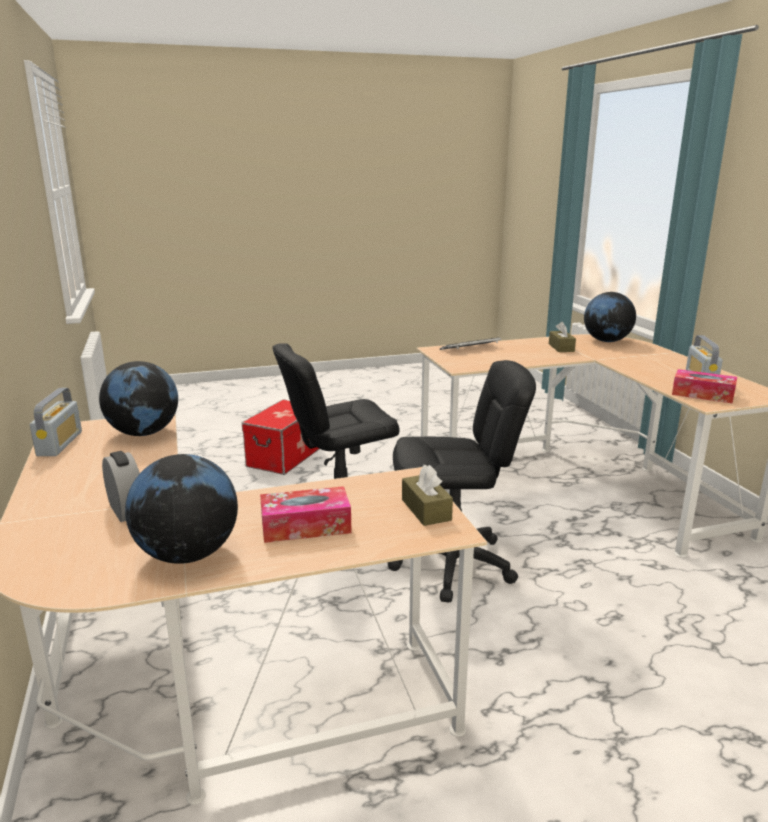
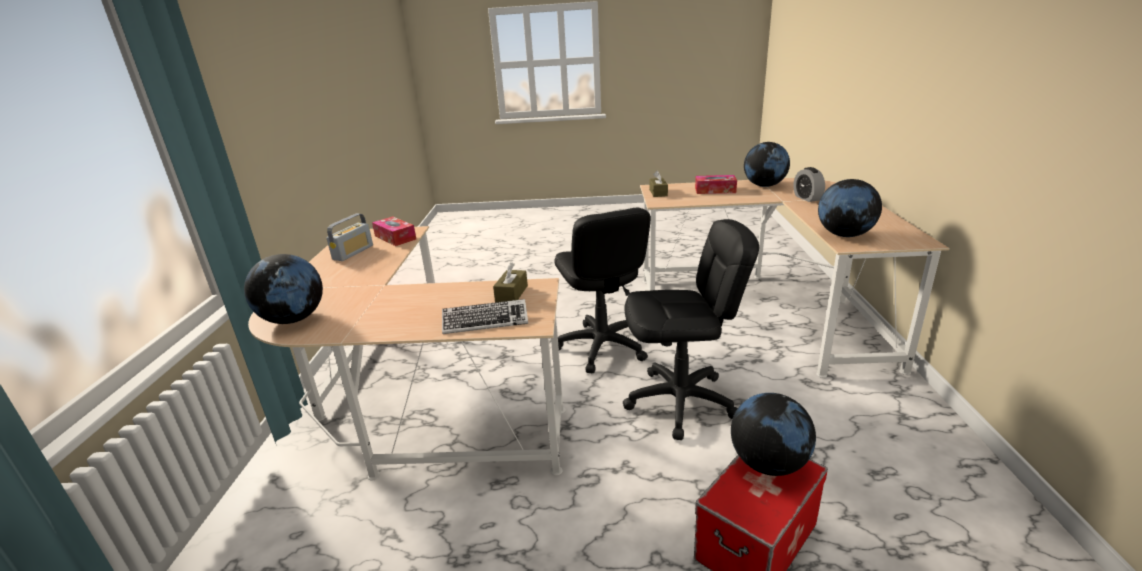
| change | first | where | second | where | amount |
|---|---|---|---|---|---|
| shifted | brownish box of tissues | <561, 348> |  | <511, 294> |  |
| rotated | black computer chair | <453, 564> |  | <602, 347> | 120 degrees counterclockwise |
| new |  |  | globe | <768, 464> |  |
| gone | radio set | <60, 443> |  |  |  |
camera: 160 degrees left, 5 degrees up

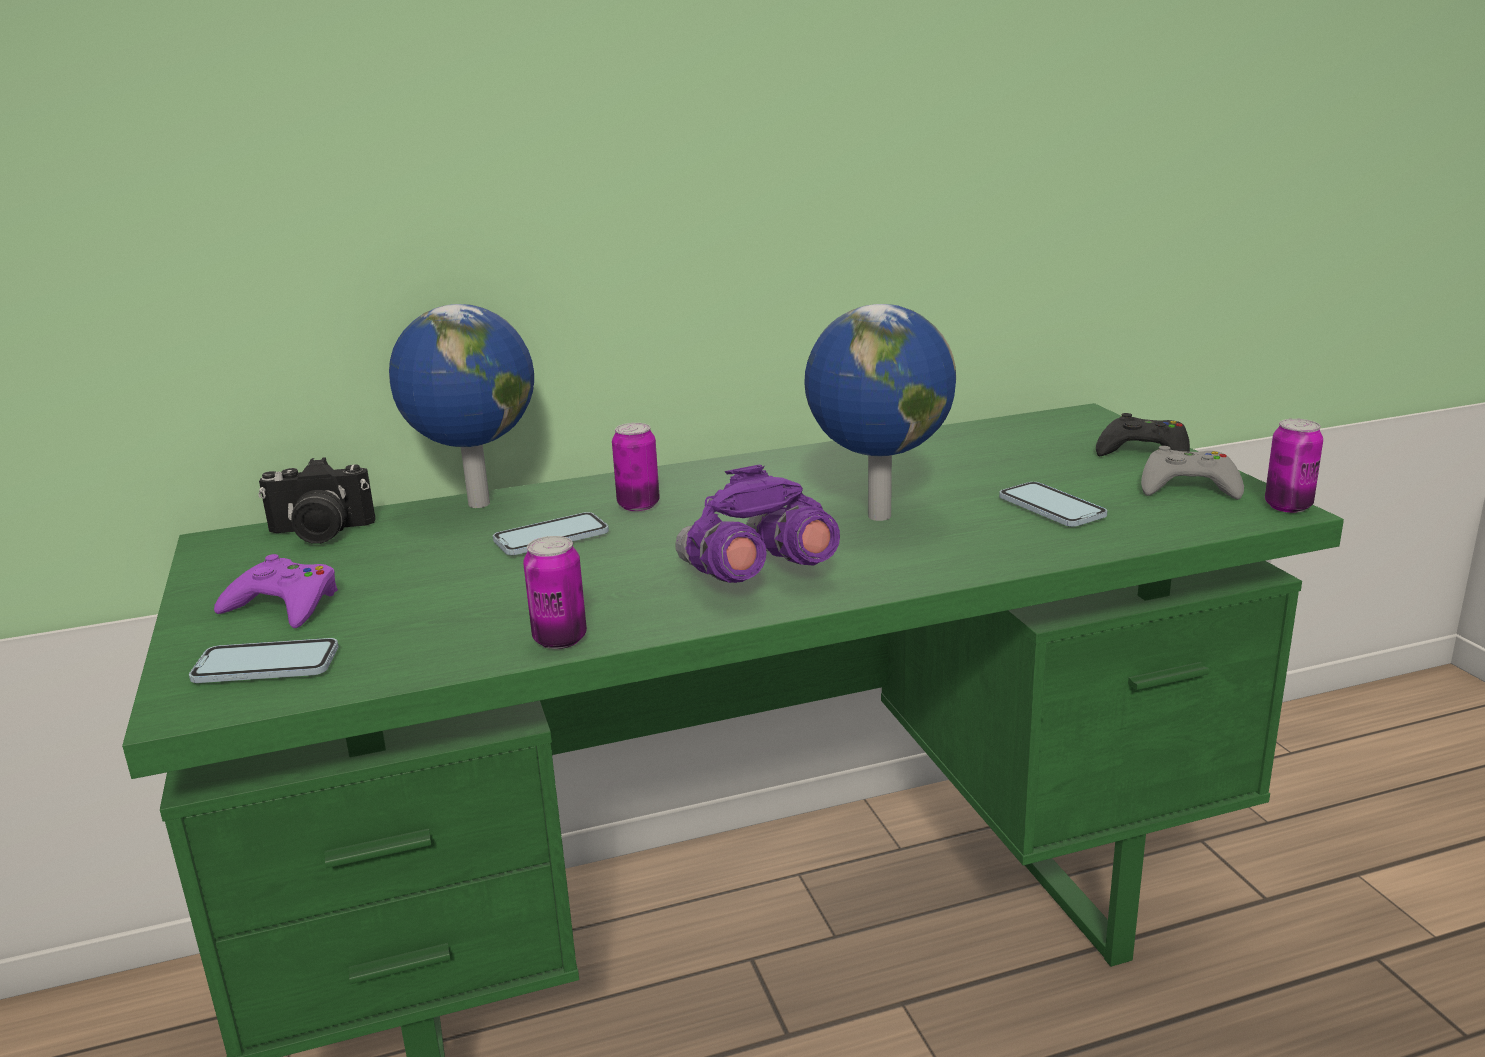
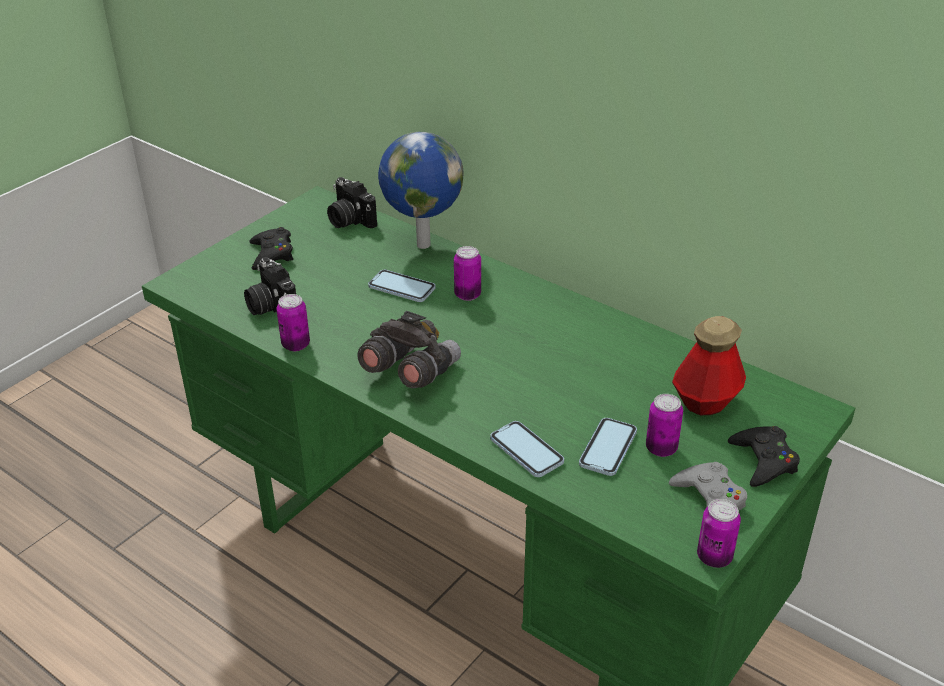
| change | first | where | second | where | amount |
|---|---|---|---|---|---|
| new |  |  | still camera | <270, 306> |  |
| repainted | purple joypad | <284, 605> | black joypad | <271, 254> |  |
| repainted | purple field glasses | <754, 576> | grey field glasses | <410, 372> |  |
| shifted | handset | <266, 665> |  | <526, 451> |  |
| new |  |  | sealed can | <661, 448> |  |
| new |  |  | beverage bottle | <705, 401> |  |
| gone | globe | <876, 516> |  |  |  |
camera: 55 degrees right, 15 degrees up

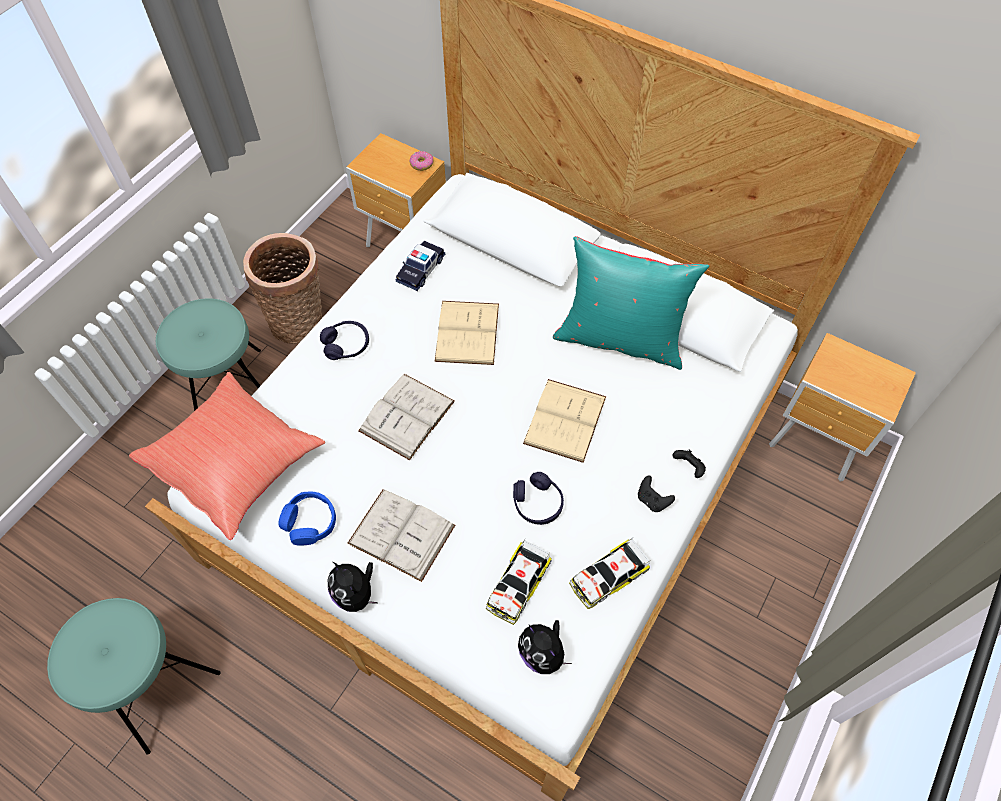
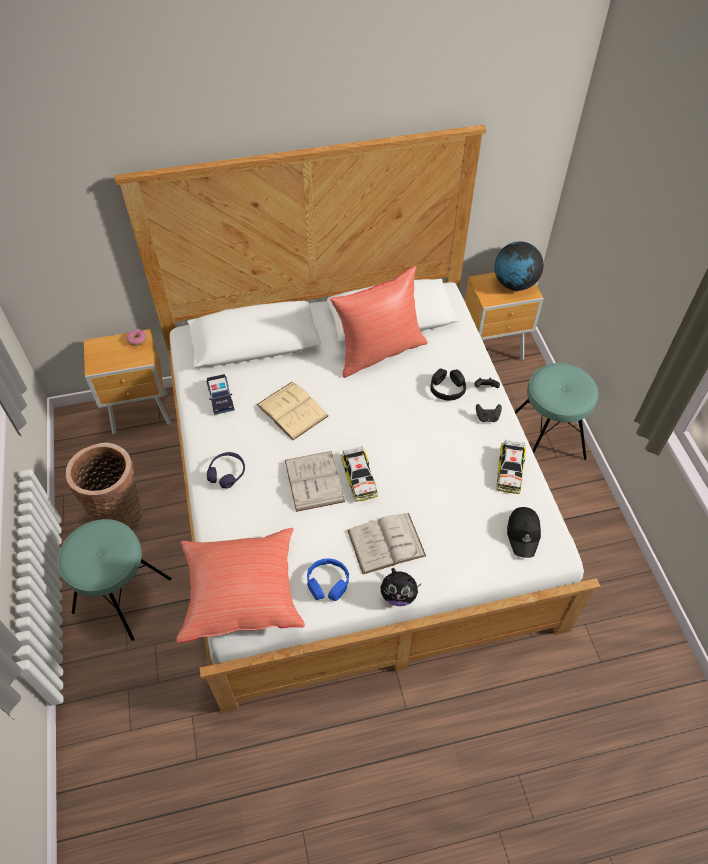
| change | first | where | second | where | amount |
|---|---|---|---|---|---|
| repainted | turquoise-coloured cushion | <620, 339> | red-coloured cushion | <379, 351> |  |
| shifted | toy car | <518, 585> |  | <359, 477> |  |
| new |  |  | black headset | <447, 389> |  |
| new |  |  | globe | <514, 284> |  |
| swapped | plush toy | <542, 654> | black baseball cap | <523, 533> |  |
| shifted | turquoise-coloured stool | <152, 683> |  | <546, 438> |  |
| gone | purple headset | <537, 503> |  |  |  |
| gone | beige bound book | <565, 420> |  |  |  |
camera: 45 degrees left, 5 degrees down

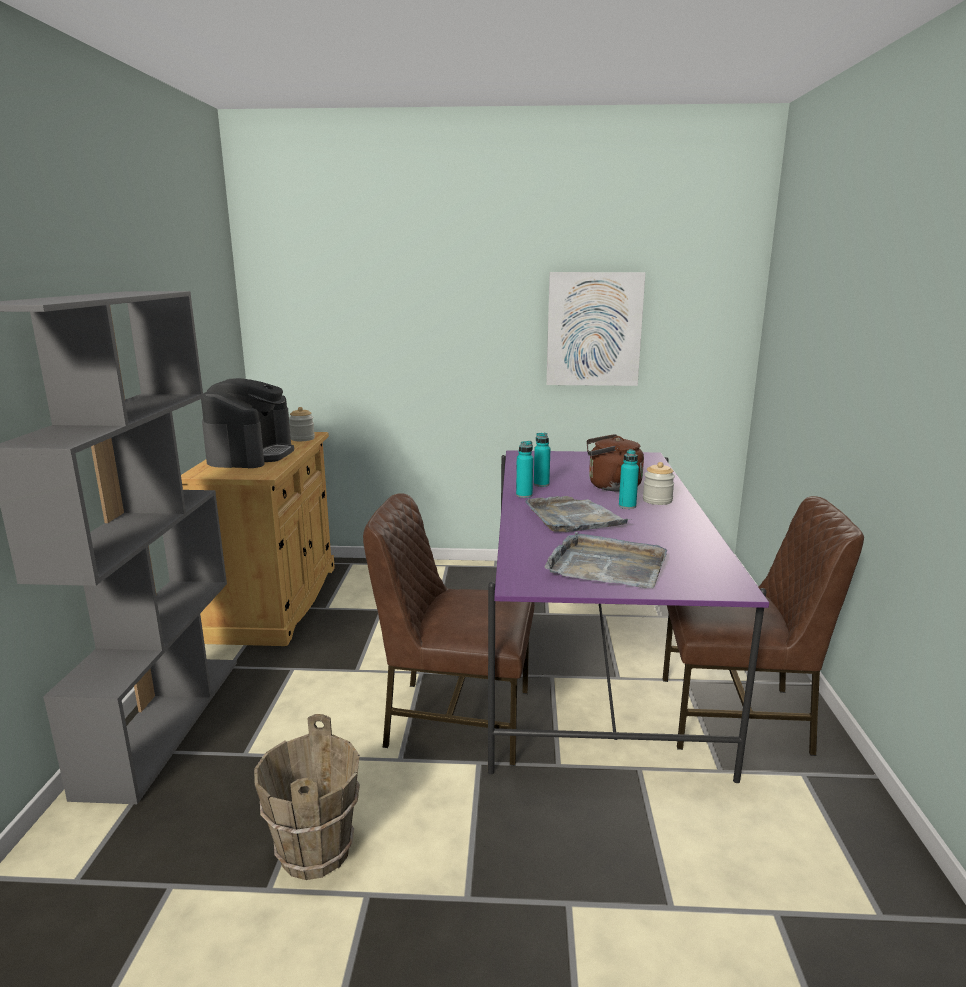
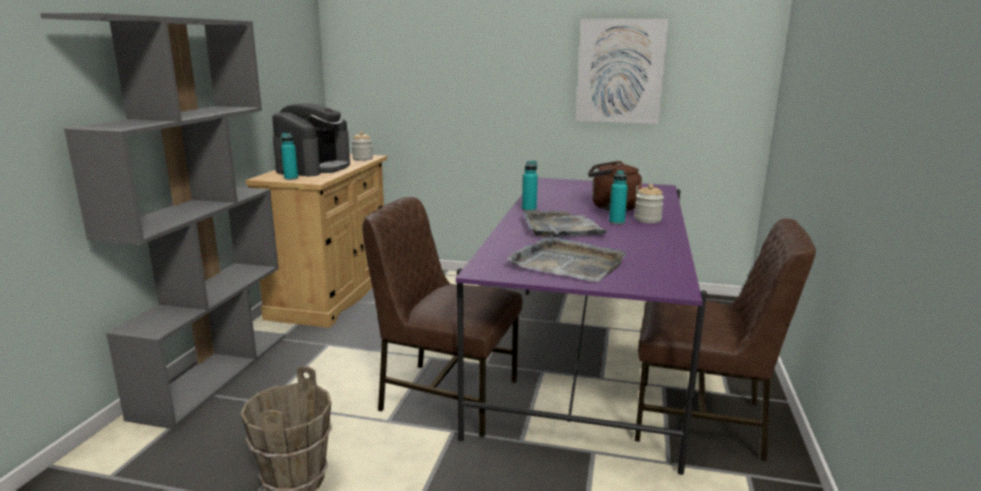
| change | first | where | second | where | amount |
|---|---|---|---|---|---|
| shifted | turquoise-coloured beverage bottle | <541, 484> |  | <291, 178> |  |
camera: 10 degrees right, 0 degrees up

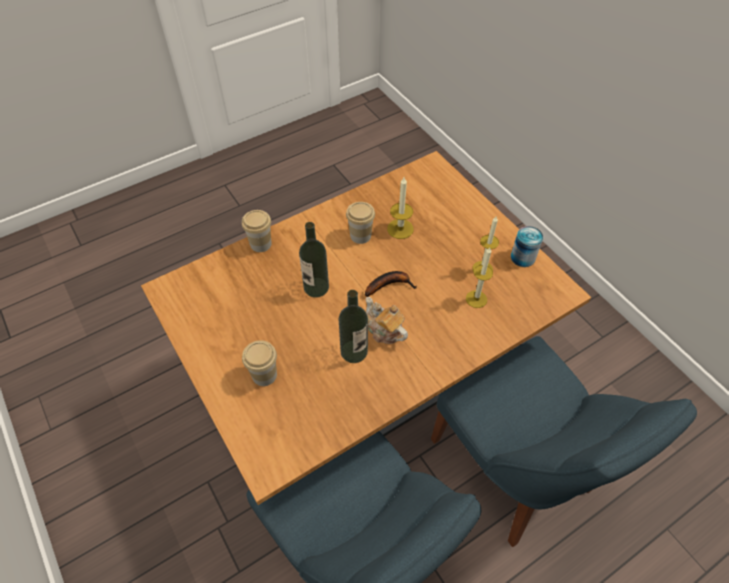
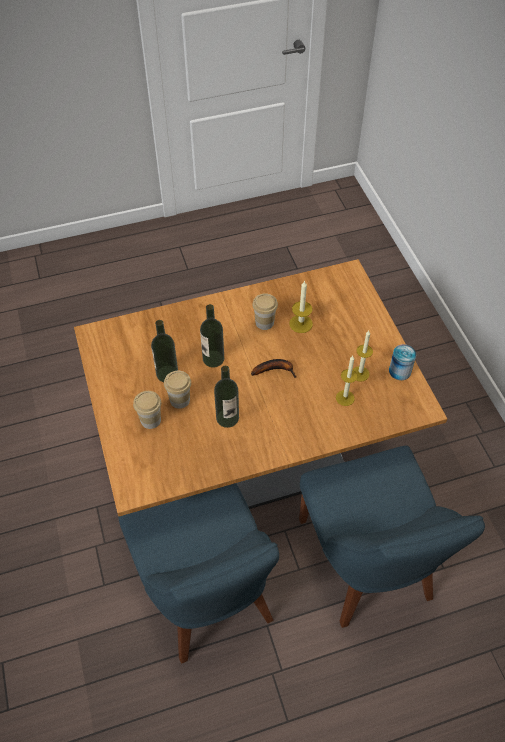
| change | first | where | second | where | amount |
|---|---|---|---|---|---|
| new |  |  | beverage bottle | <167, 374> |  |
| shifted | cup | <260, 244> |  | <180, 400> |  |
| gone | pot for tea | <384, 330> |  |  |  |
camera: 15 degrees right, 0 degrees up

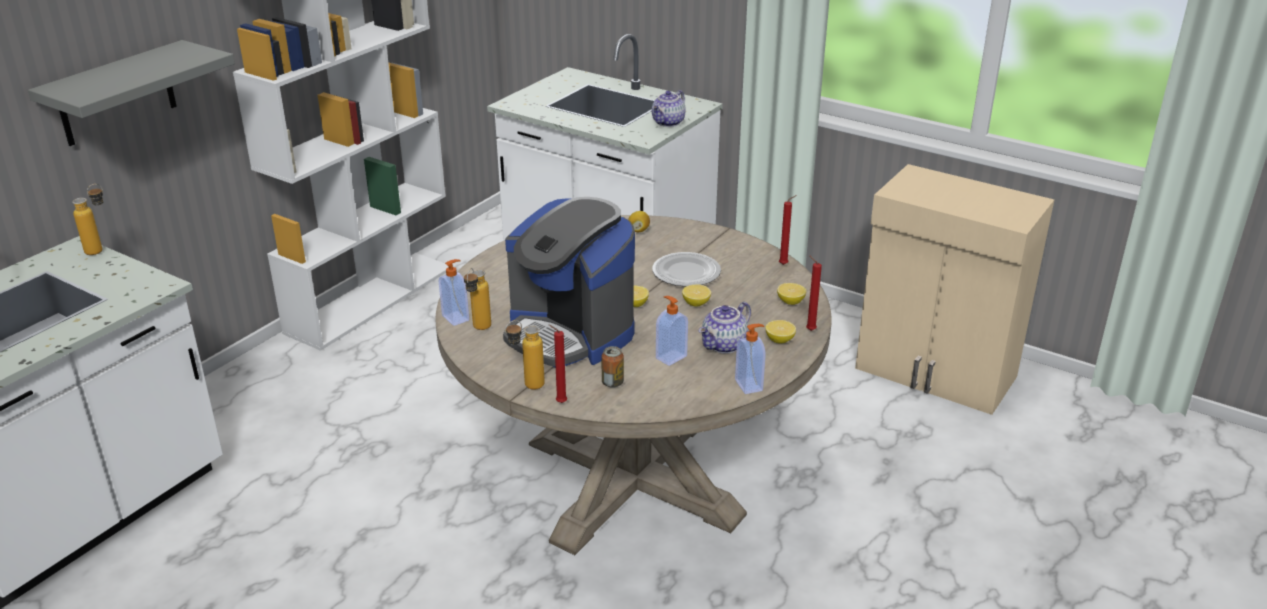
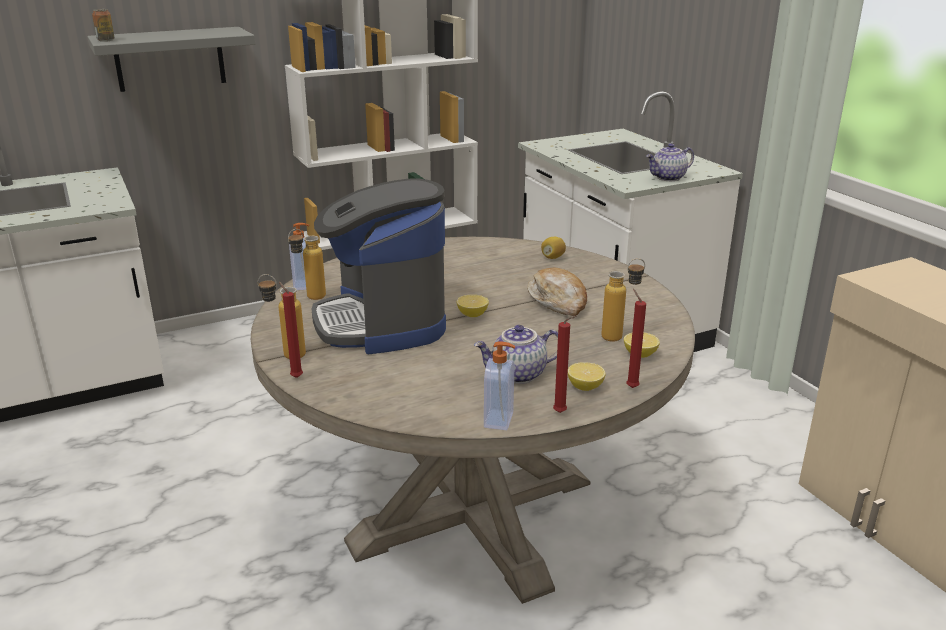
| change | first | where | second | where | amount |
|---|---|---|---|---|---|
| shifted | sealed can | <612, 383> |  | <106, 40> |  |
| swapped | dinner plate | <687, 272> | bakery bread | <558, 301> |  |
| shifted | red-coloured wax light | <785, 264> |  | <562, 413> |  |
| shifted | beverage bottle | <101, 249> |  | <620, 336> |  |
| gone | soap bottle | <670, 357> |  |  |  |
| gone | whole lemon | <696, 303> |  |  |  |
camera: 30 degrees right, 5 degrees down

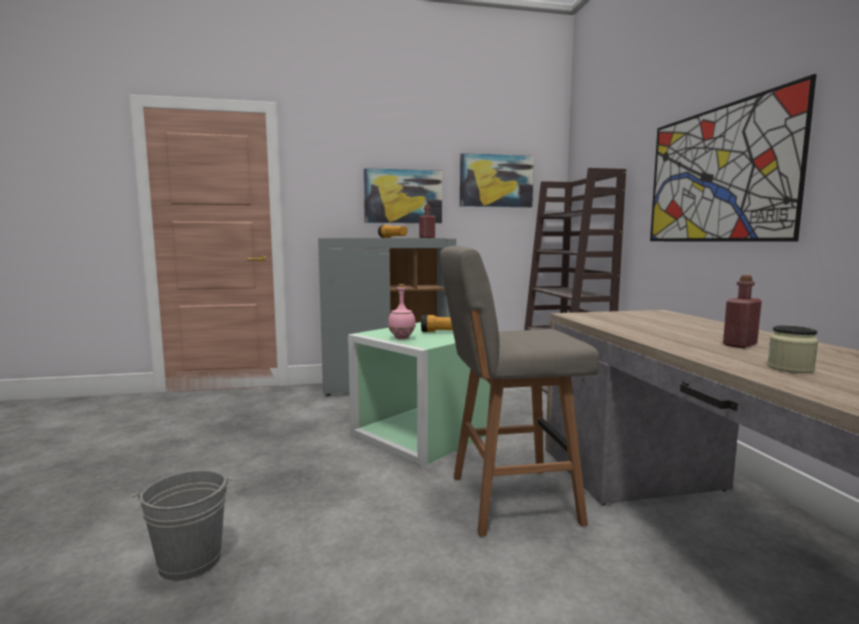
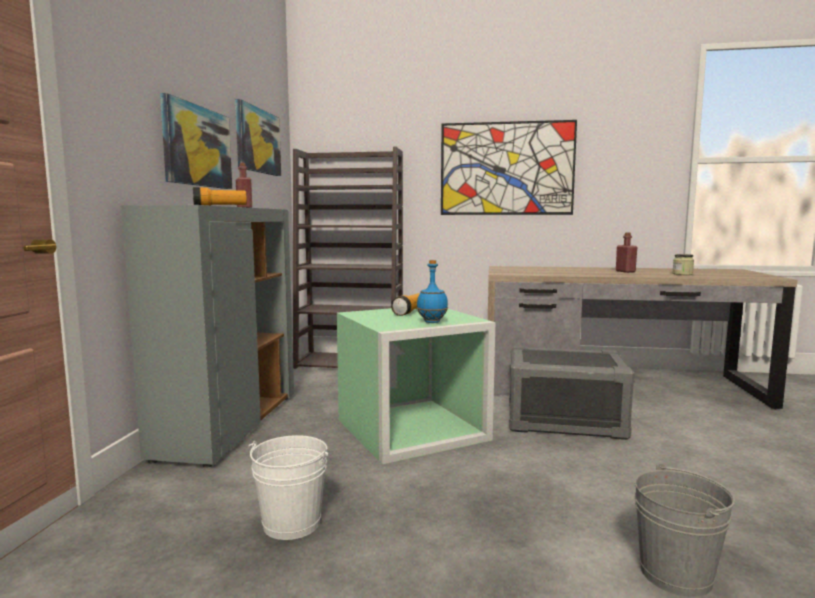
| change | first | where | second | where | amount |
|---|---|---|---|---|---|
| new |  |  | whitish bucket | <291, 523> |  |
| repainted | pinkish beverage bottle | <402, 338> | blue beverage bottle | <432, 322> |  |
| swapped | grey stool | <508, 499> | grey storage box | <564, 421> |  |
camera: 70 degrees left, 0 degrees up

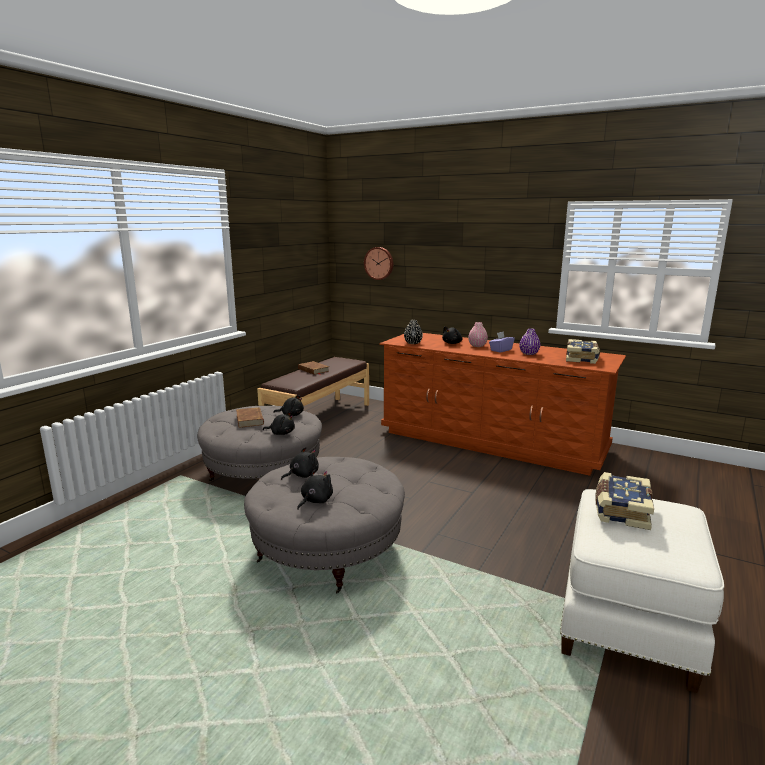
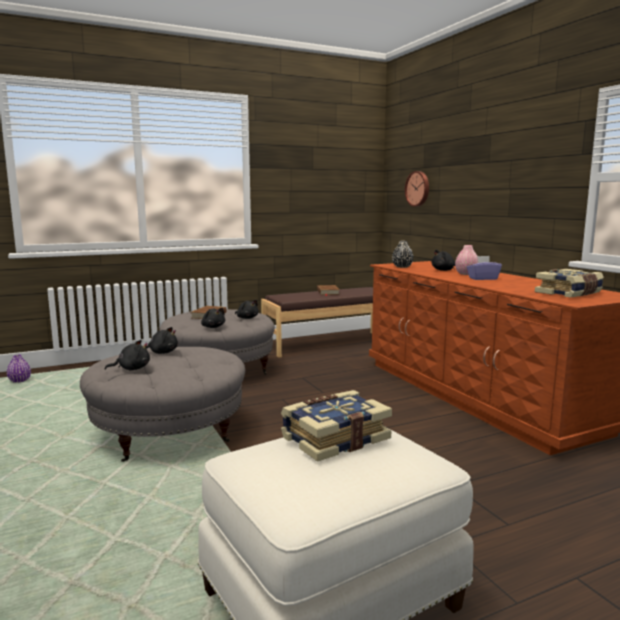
| change | first | where | second | where | amount |
|---|---|---|---|---|---|
| shifted | purple flower vase | <529, 353> |  | <20, 381> |  |
camera: 35 degrees right, 5 degrees down

